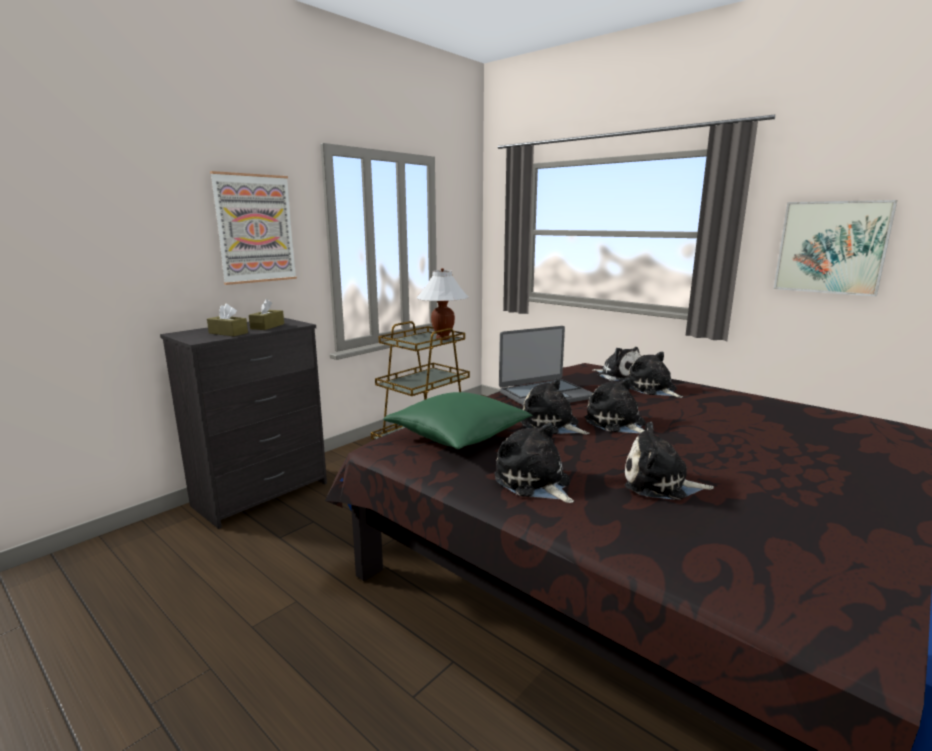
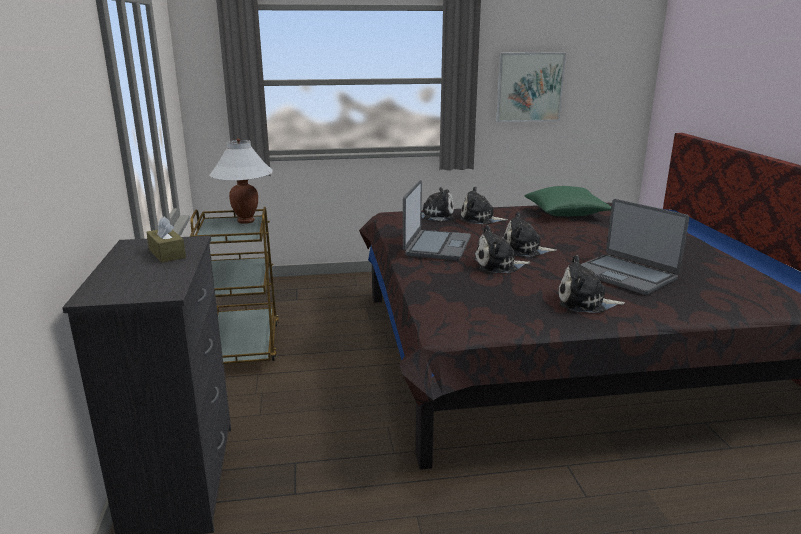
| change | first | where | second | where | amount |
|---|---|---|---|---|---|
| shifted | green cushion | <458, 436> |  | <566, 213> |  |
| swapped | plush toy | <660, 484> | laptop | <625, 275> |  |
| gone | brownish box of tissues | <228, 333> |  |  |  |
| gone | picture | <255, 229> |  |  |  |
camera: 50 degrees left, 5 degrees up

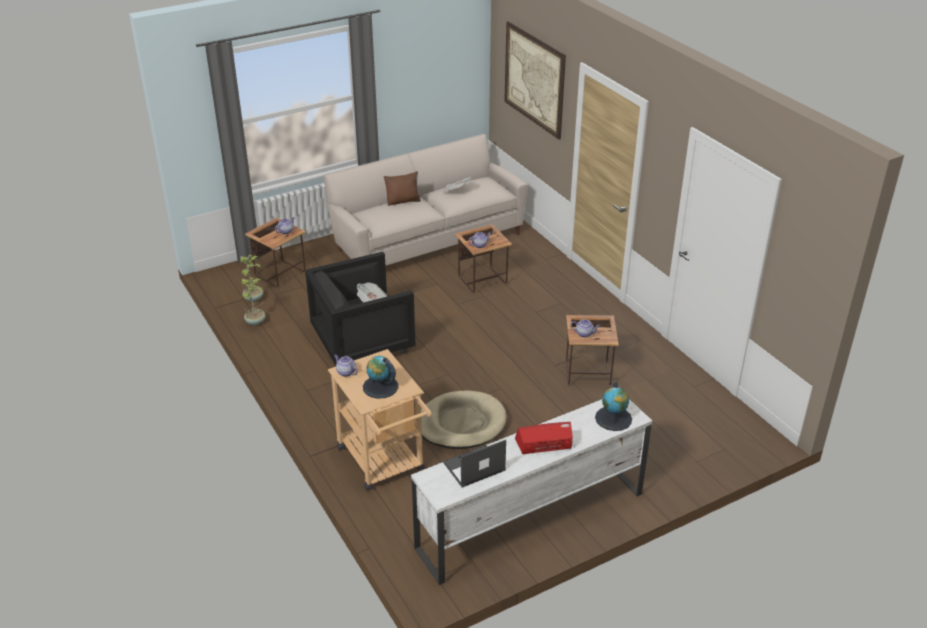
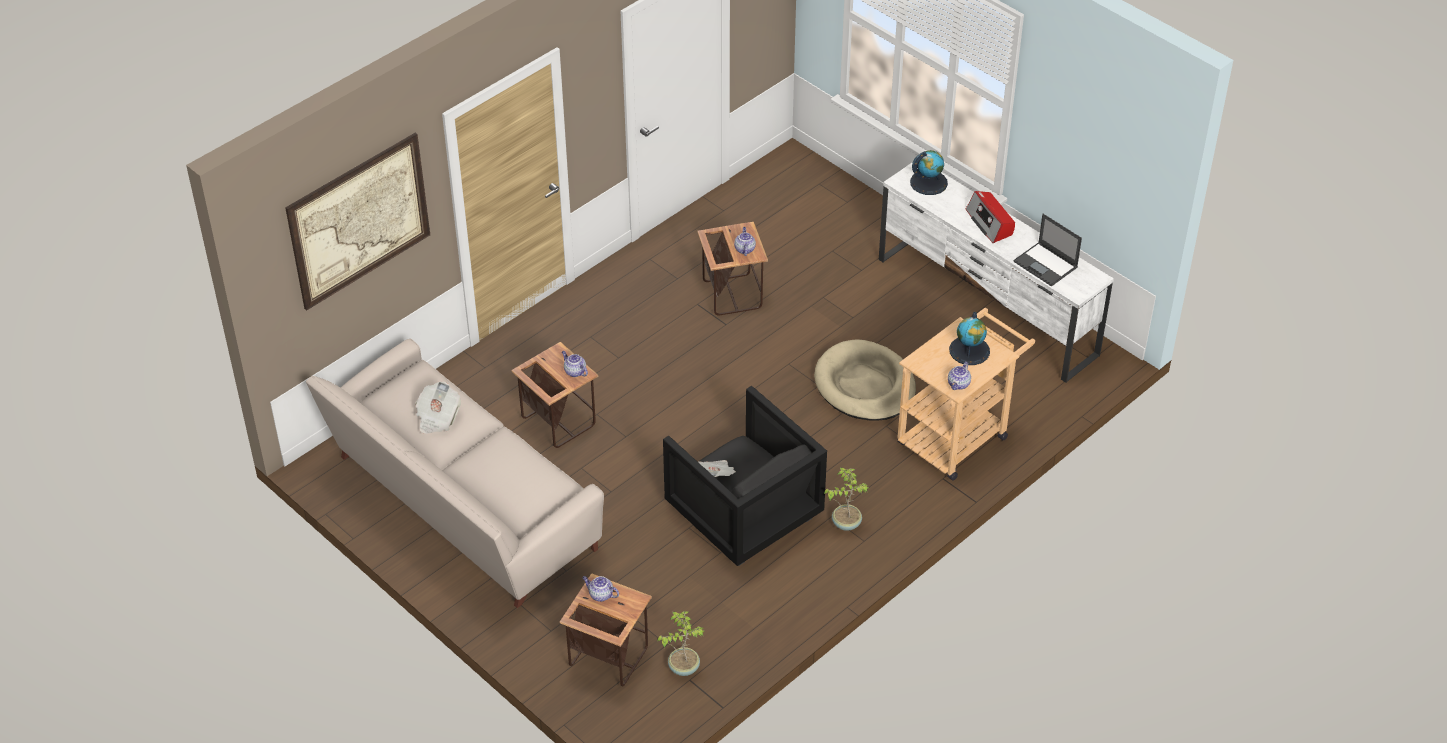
| change | first | where | second | where | amount |
|---|---|---|---|---|---|
| shifted | plant in a pot | <256, 321> |  | <845, 523> |  |
| gone | brownish cushion | <403, 201> |  |  |  |
camera: 105 degrees left, 10 degrees up

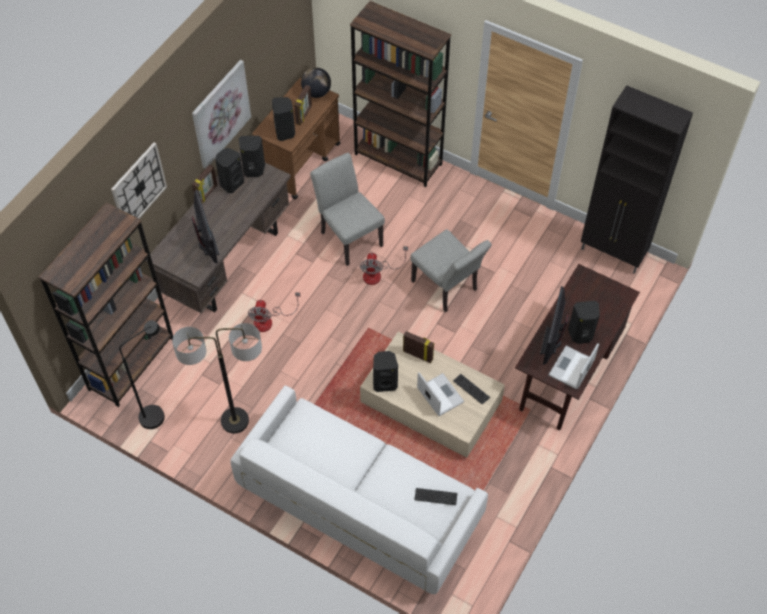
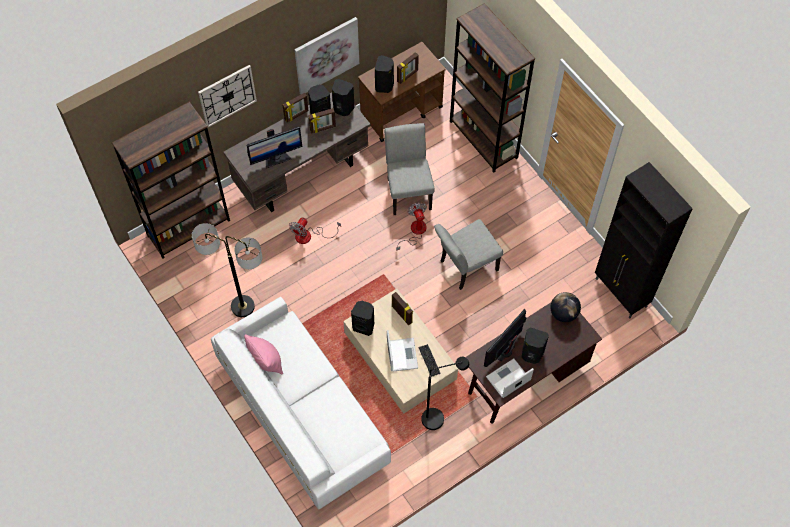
| change | first | where | second | where | amount |
|---|---|---|---|---|---|
| new |  |  | pinkish cushion | <266, 361> |  |
| rotated | computer display | <208, 244> |  | <276, 158> | 60 degrees clockwise |
| new |  |  | picture frame | <323, 128> |  |
| rotated | fan | <377, 274> |  | <414, 232> | 135 degrees clockwise |
| shifted | black standing lamp | <157, 413> |  | <438, 417> |  |
| rotated | grey plain chair | <447, 288> |  | <465, 267> | 75 degrees clockwise |
| shifted | globe | <316, 93> |  | <563, 313> |  |
| gone | computer keyboard | <435, 497> |  |  |  |
camera: 25 degrees right, 5 degrees up

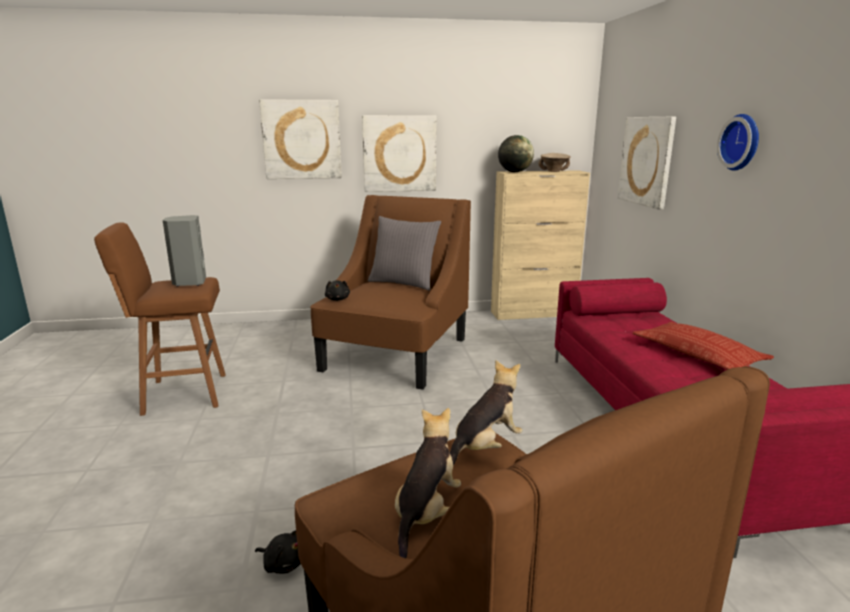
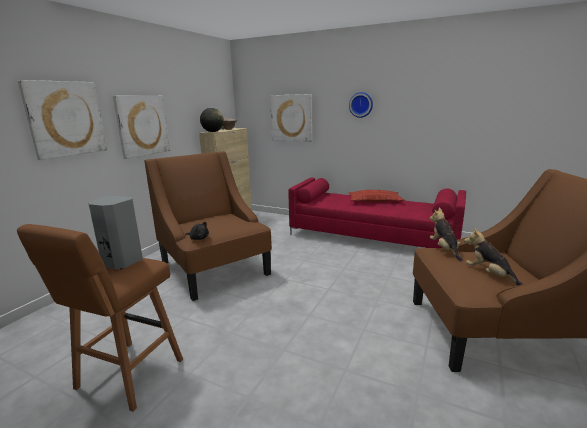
| change | first | where | second | where | amount |
|---|---|---|---|---|---|
| gone | black plush toy | <283, 564> |  |  |  |
| gone | grey cushion | <403, 283> |  |  |  |
camera: 55 degrees left, 0 degrees up

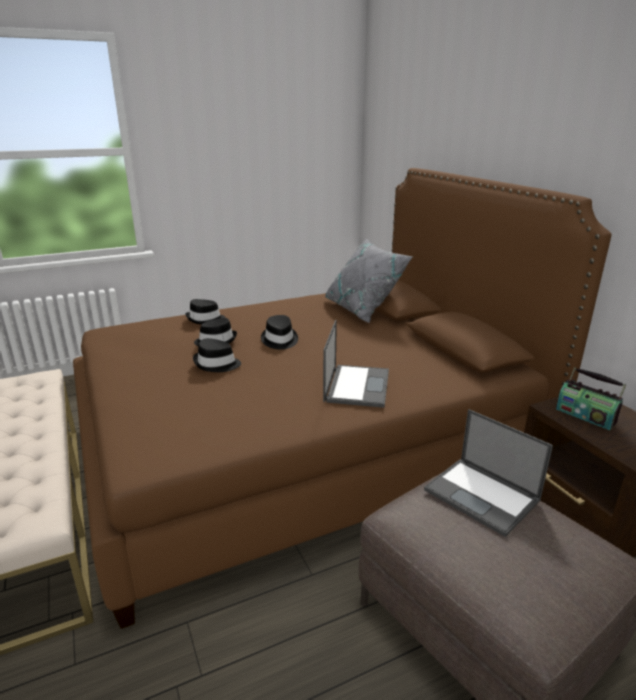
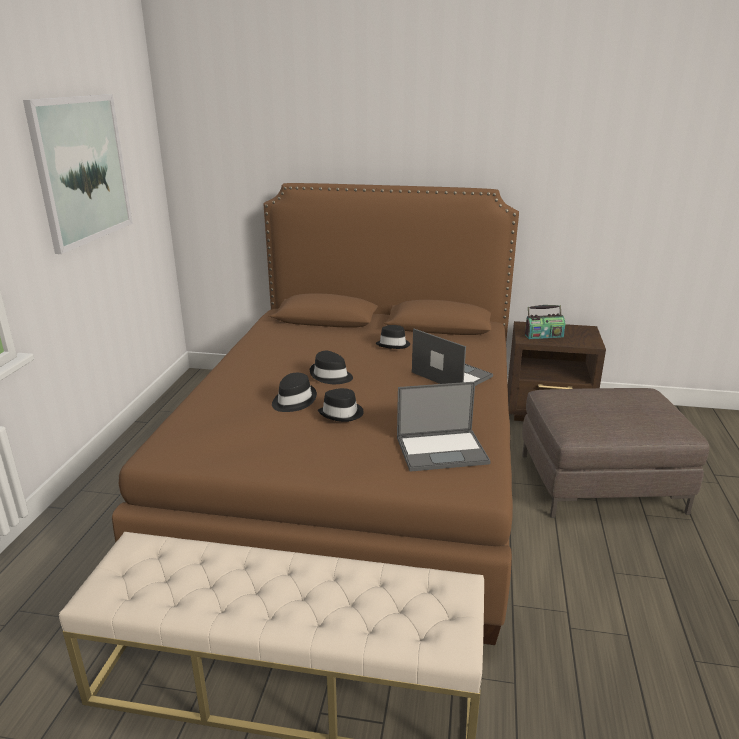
| change | first | where | second | where | amount |
|---|---|---|---|---|---|
| new |  |  | picture | <82, 170> |  |
| shifted | black clothing hat | <205, 319> |  | <393, 344> |  |
| shifted | laptop | <483, 495> |  | <442, 450> |  |
| gone | grey cushion | <363, 309> |  |  |  |
camera: 55 degrees left, 0 degrees up

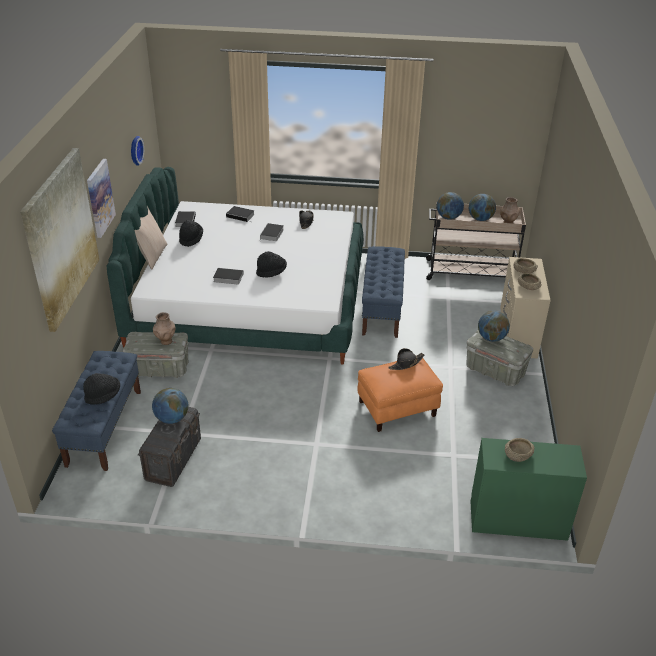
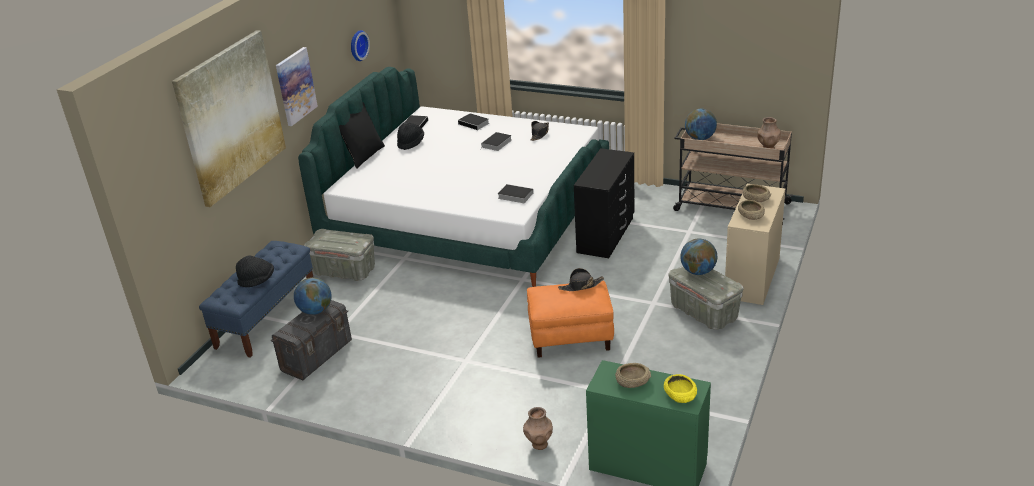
| change | first | where | second | where | amount |
|---|---|---|---|---|---|
| repainted | beige cushion | <151, 256> | black cushion | <363, 156> |  |
| shifted | bound book | <227, 278> |  | <514, 195> |  |
| shifted | brownish flower vase | <166, 341> |  | <539, 444> |  |
| swapped | blue bench | <381, 308> | black chest of drawers | <606, 235> |  |
| new |  |  | yellow-coloured bowl | <680, 395> |  |
| gone | black clothing hat | <271, 272> |  |  |  |
| gone | globe | <480, 219> |  |  |  |
camera: 20 degrees right, 5 degrees down

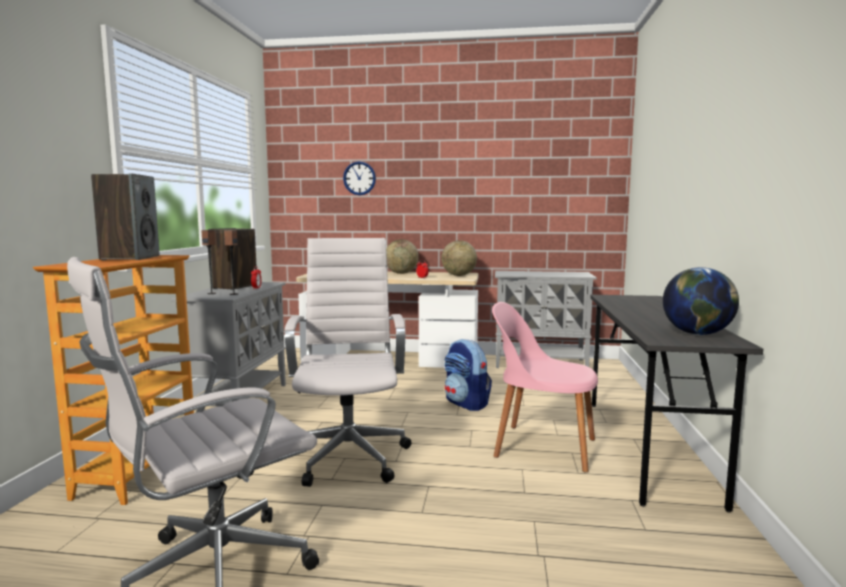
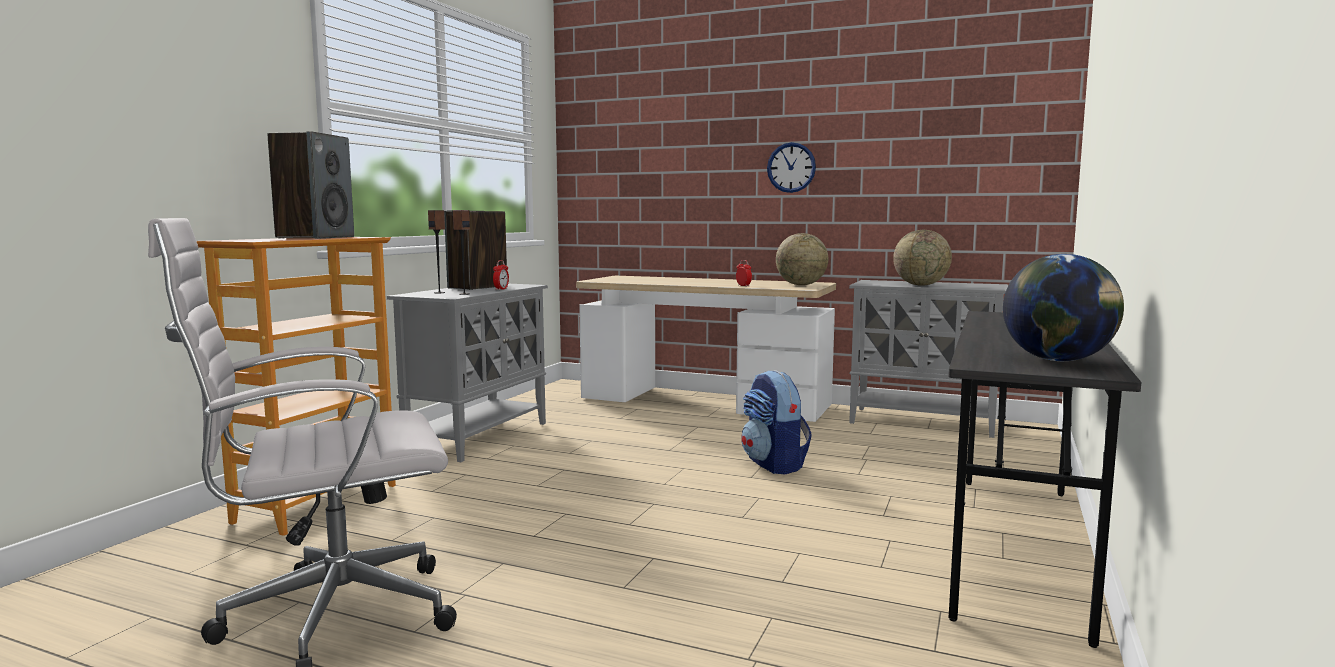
| change | first | where | second | where | amount |
|---|---|---|---|---|---|
| shifted | clock on the wall | <359, 178> |  | <791, 167> |  |
| shifted | globe | <401, 273> |  | <921, 285> |  |
| gone | whitish computer chair | <349, 455> |  |  |  |
| gone | pinkish plain chair | <542, 447> |  |  |  |
camera: 15 degrees right, 0 degrees up

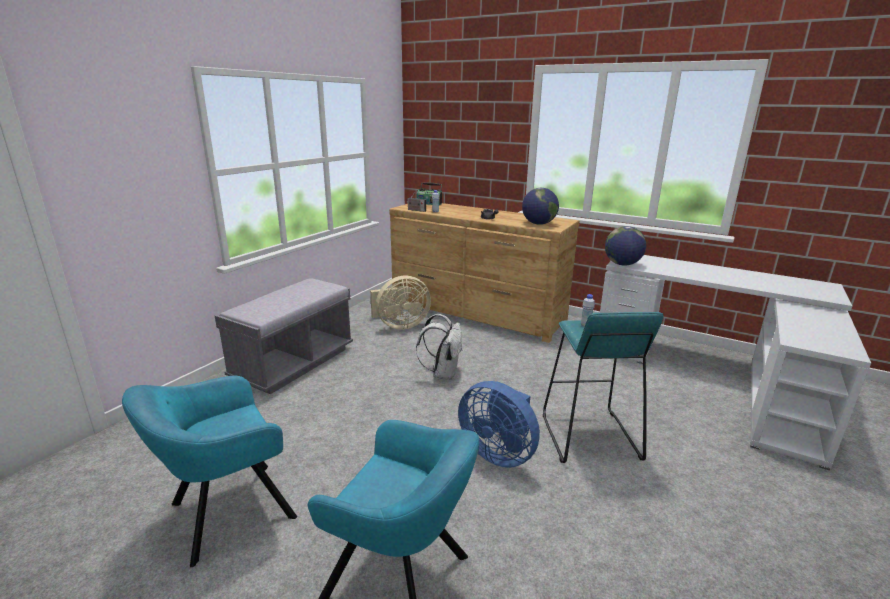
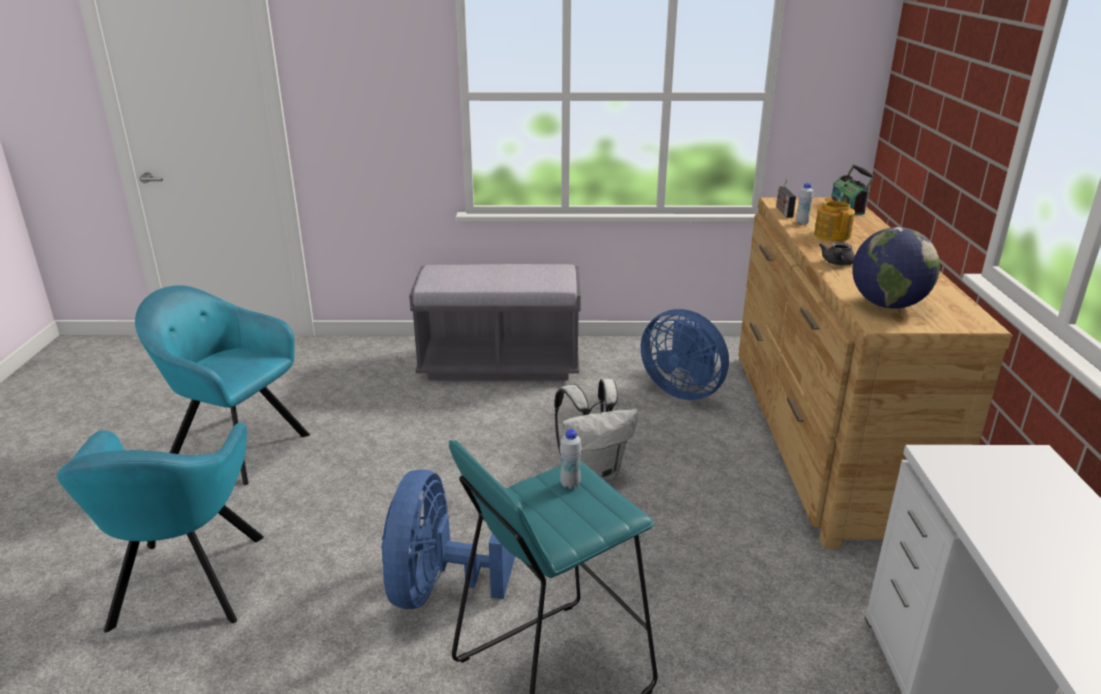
| change | first | where | second | where | amount |
|---|---|---|---|---|---|
| repainted | beige fan | <400, 325> | blue fan | <683, 390> |  |
| new |  |  | pot for tea | <832, 235> |  |
| gone | globe | <622, 264> |  |  |  |
camera: 60 degrees right, 5 degrees up

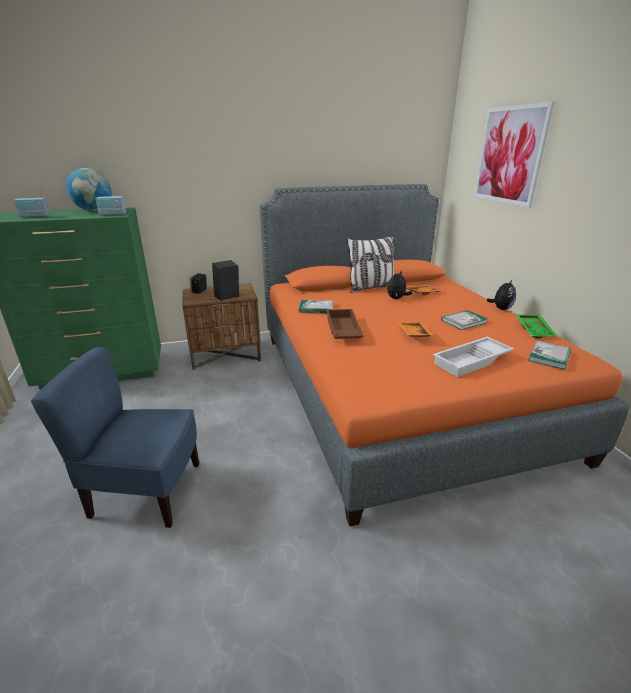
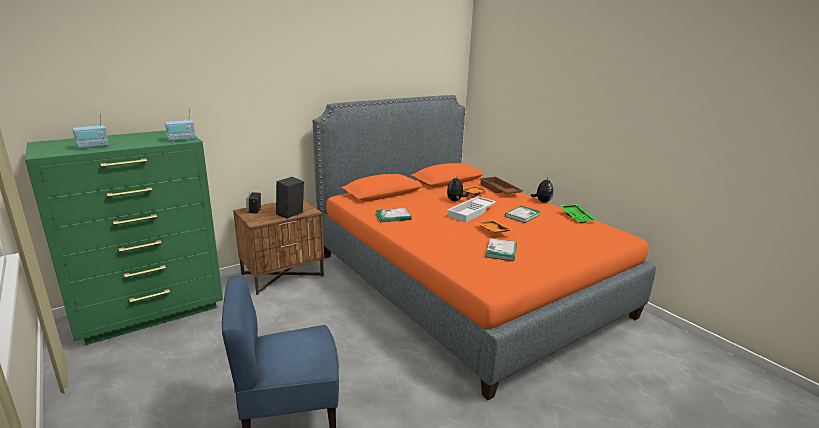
| change | first | where | second | where | amount |
|---|---|---|---|---|---|
| shifted | whitish serving tray | <472, 361> |  | <472, 212> |  |
| shifted | brownish serving tray | <342, 330> |  | <499, 190> |  |
| shifted | bound book | <549, 356> |  | <501, 251> |  |
| gone | globe | <94, 210> |  |  |  |
| gone | cushion | <371, 288> |  |  |  |
| gone | picture | <509, 155> |  |  |  |
camera: 20 degrees left, 5 degrees down

